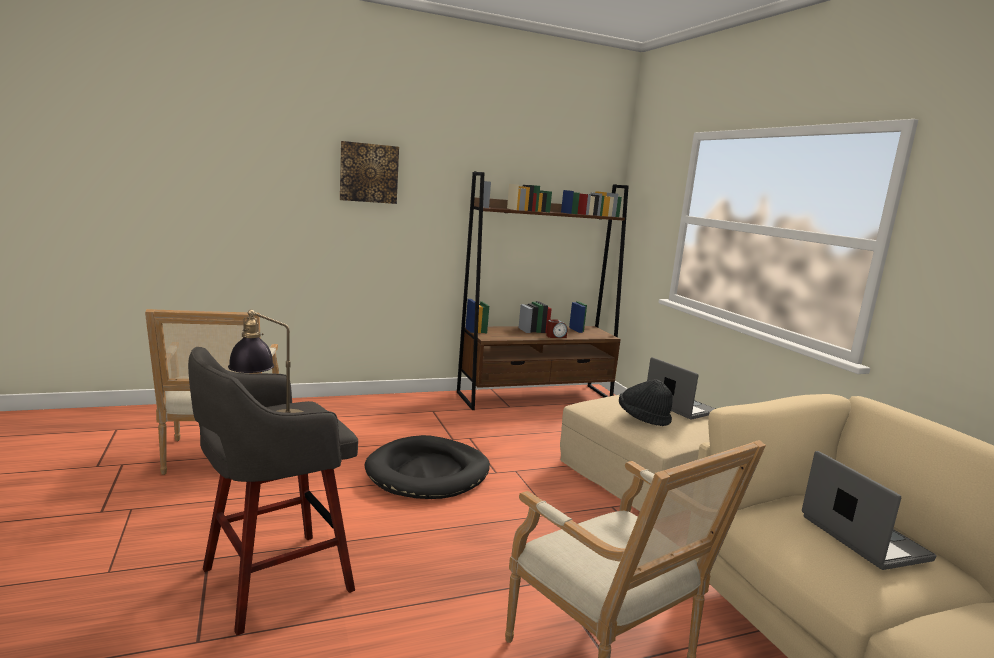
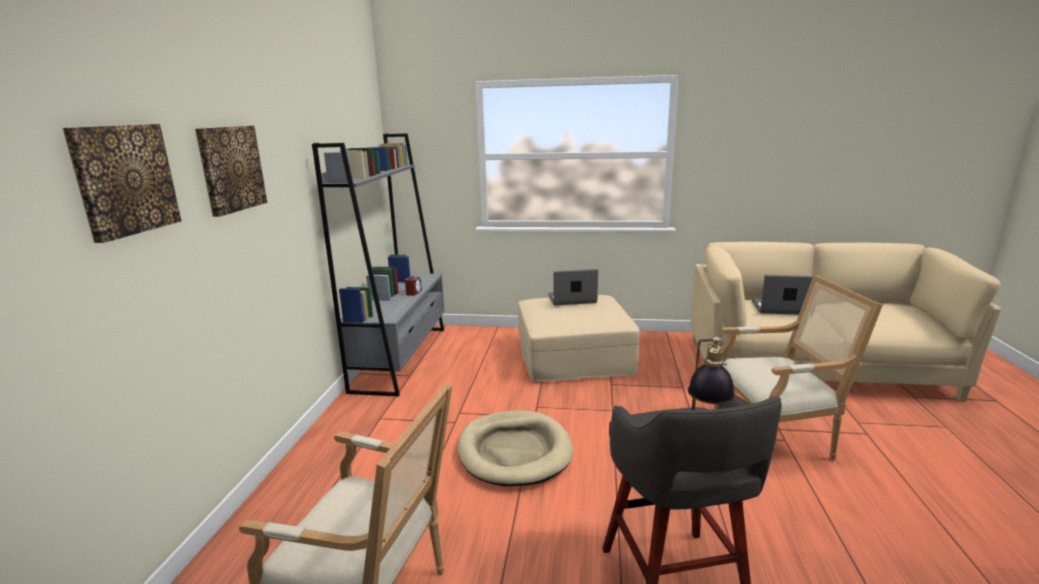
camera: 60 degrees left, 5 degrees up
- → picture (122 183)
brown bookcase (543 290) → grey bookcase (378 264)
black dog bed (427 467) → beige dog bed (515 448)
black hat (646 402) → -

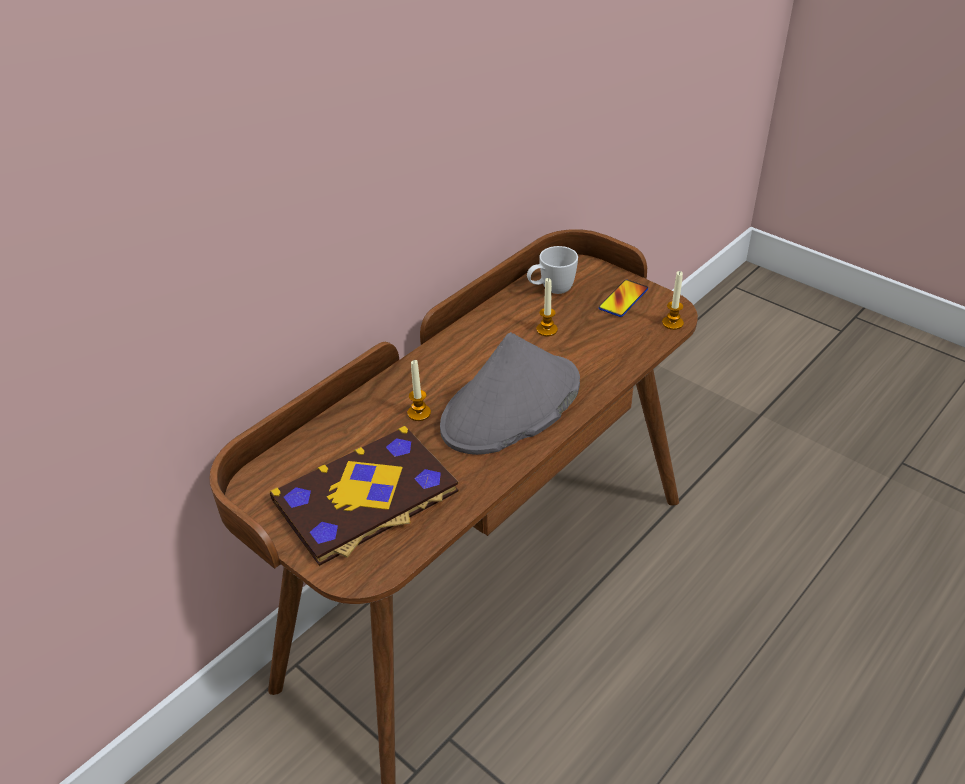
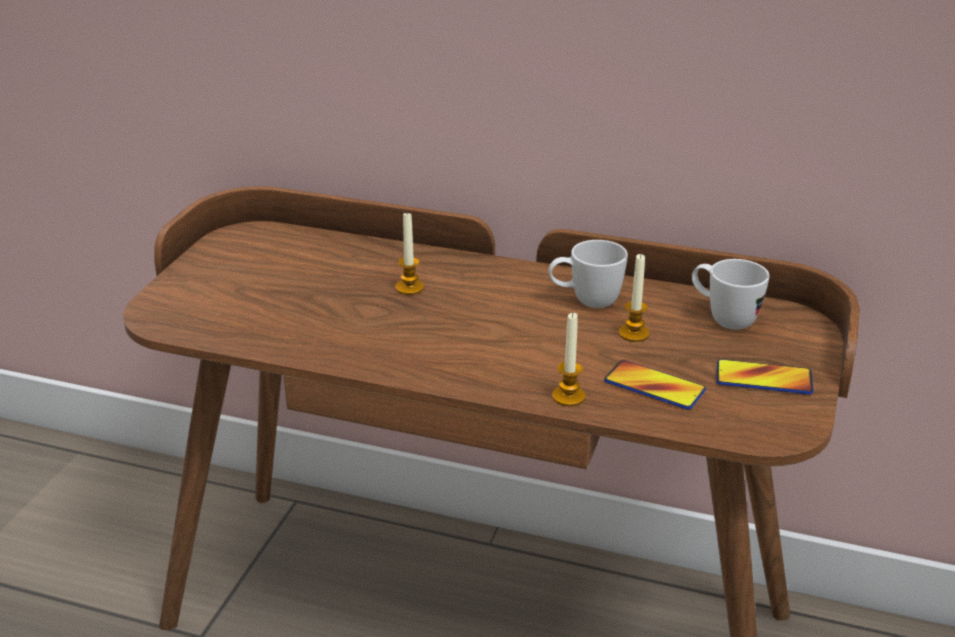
camera: 65 degrees right, 10 degrees down
- → white mug (588 274)
candle (673 300) → candle (568 359), move
- → phone (655 384)
book (364 496) → -
grey hat (510 393) → -

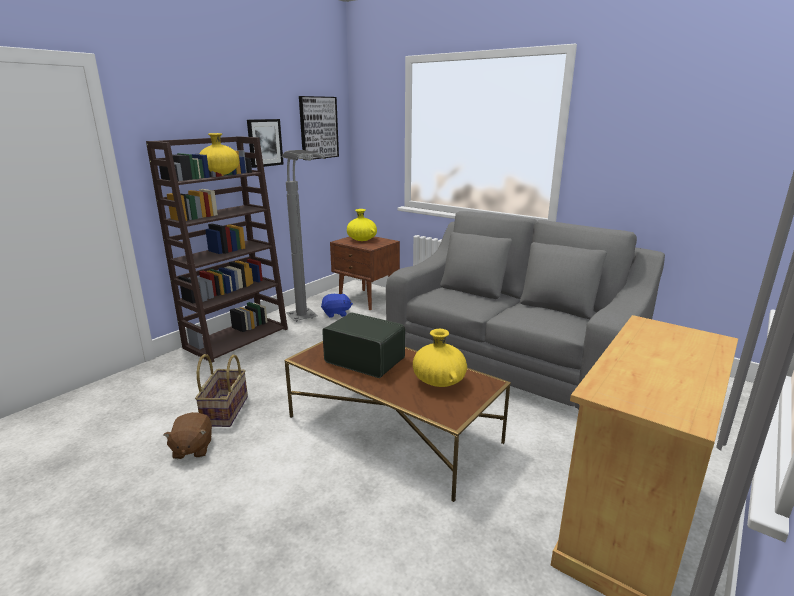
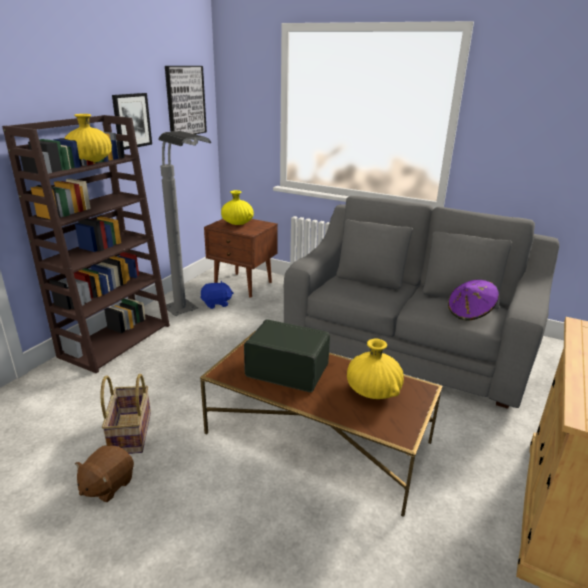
camera: 10 degrees left, 5 degrees up
brown plush toy (187 435) → brown plush toy (104 473), 45 degrees clockwise
- → purple hat (473 300)

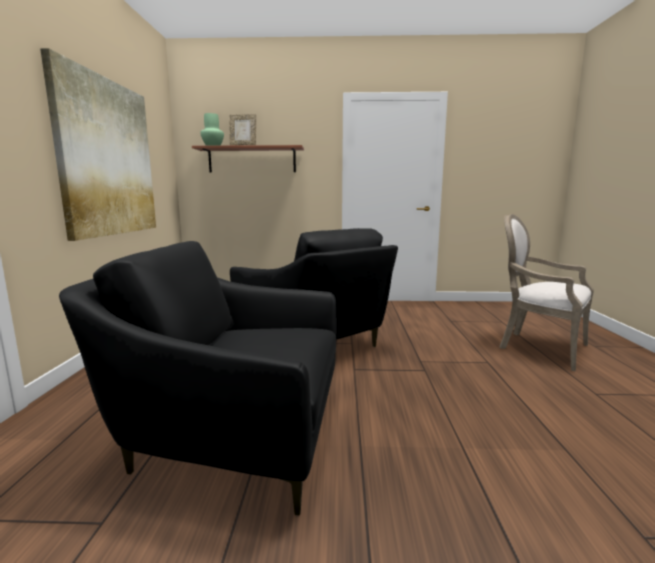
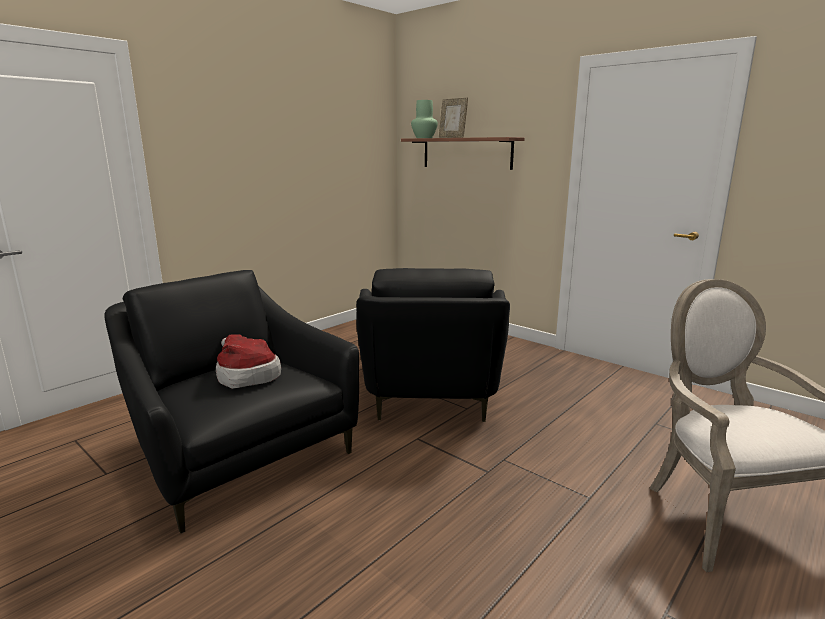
camera: 40 degrees right, 5 degrees up
- → hat (248 361)
picture (98 144) → -

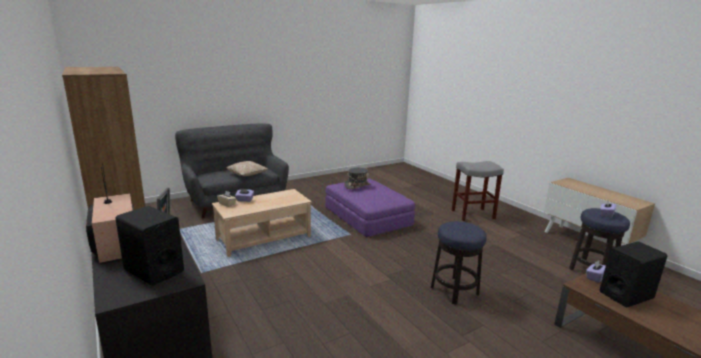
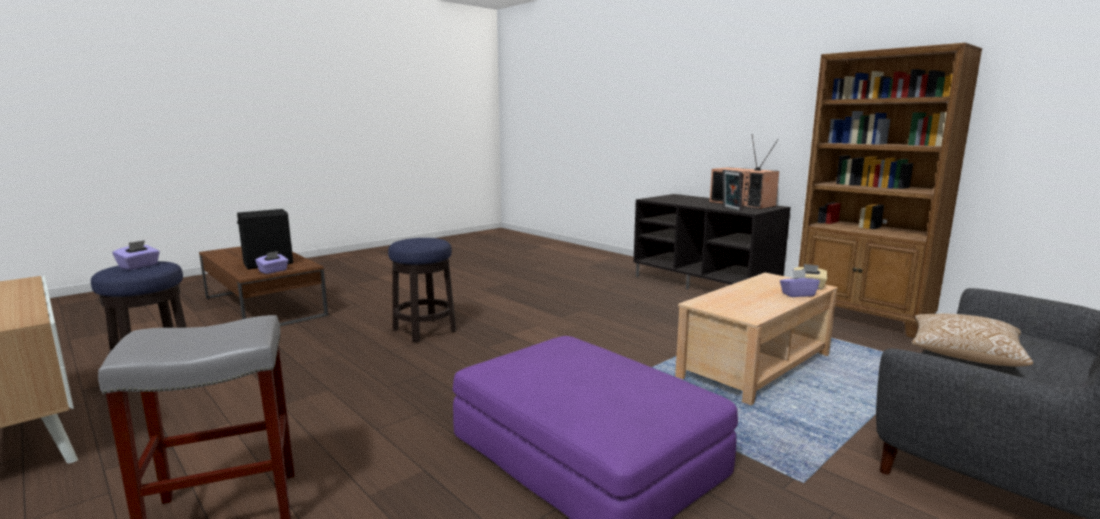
camera: 170 degrees right, 5 degrees down
black speaker (149 246) → -
grey hat (357 178) → -

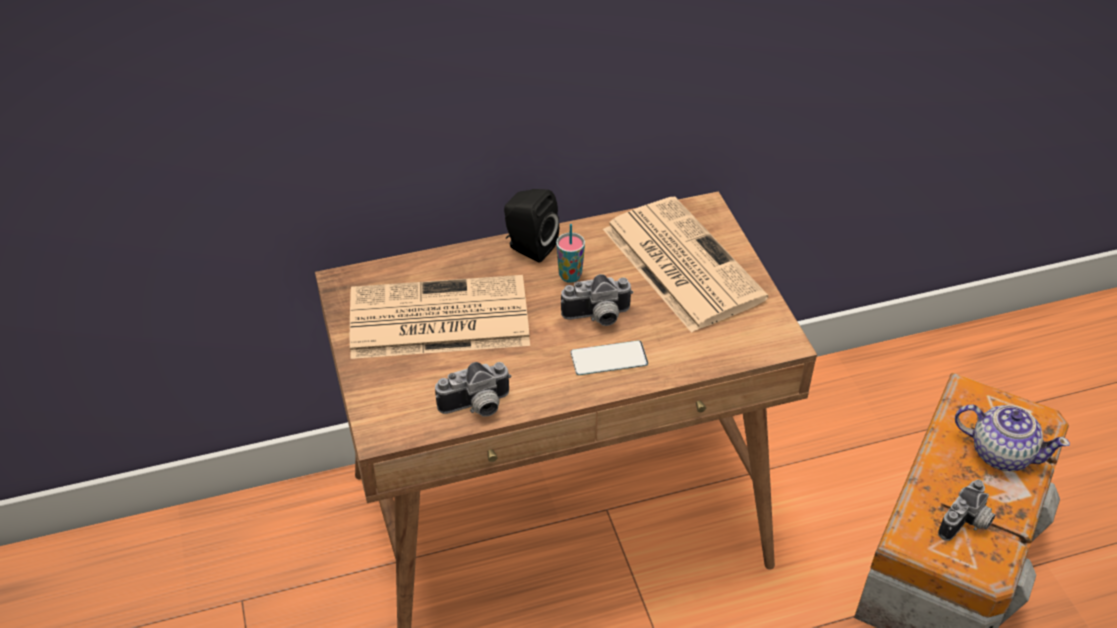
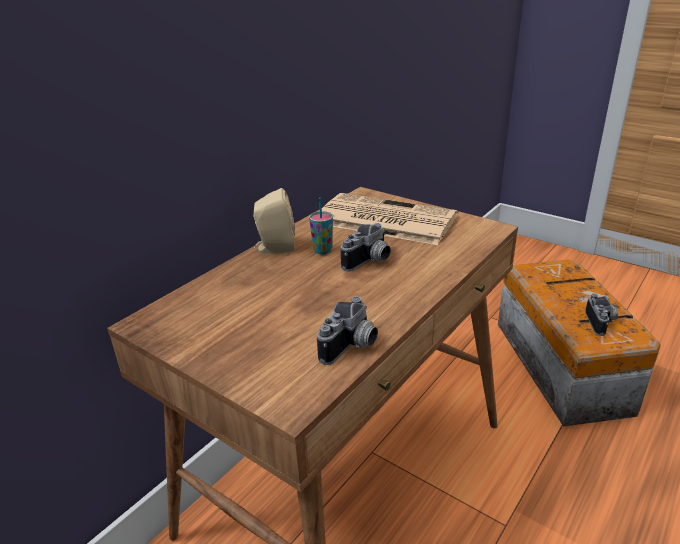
camera: 35 degrees left, 15 degrees down
black speaker (531 226) → beige speaker (274 220)
newspaper (440 317) → -
phone (609 357) → -
teapot (1012 437) → -

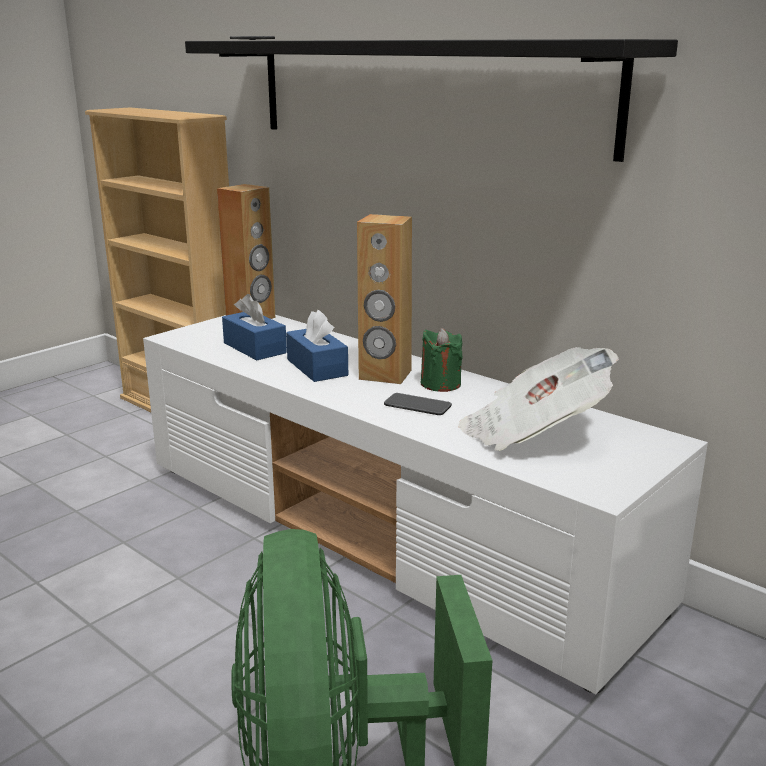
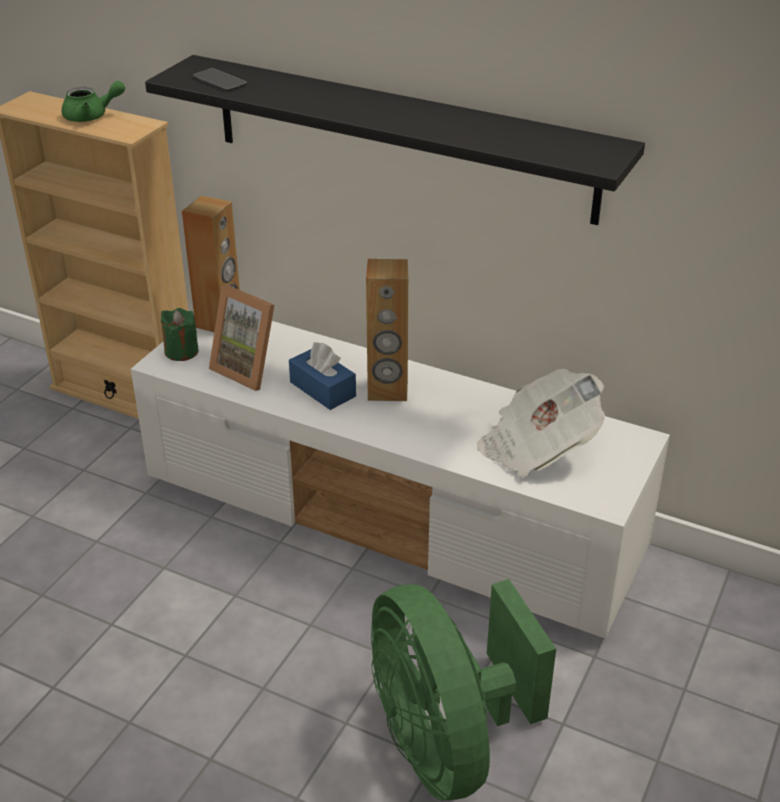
camera: 15 degrees left, 15 degrees up
- → green teapot (93 101)
green candle (441 360) → green candle (180 334), move
blue tissue box (254 327) → picture frame (241 337)
phone (418 404) → -

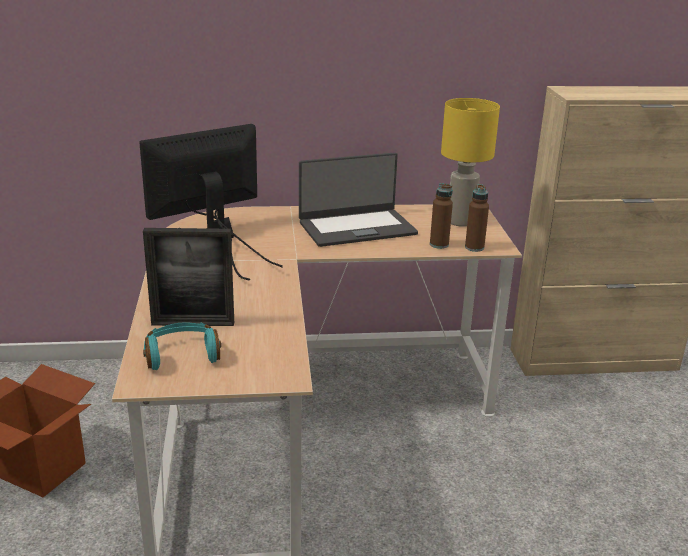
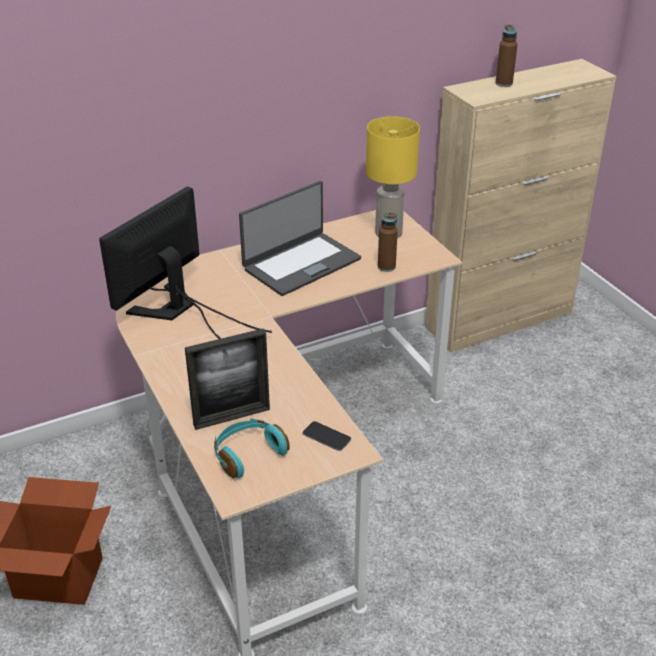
camera: 20 degrees left, 10 degrees up
- → phone (327 436)
brown bottle (477 218) → brown bottle (506 55), move

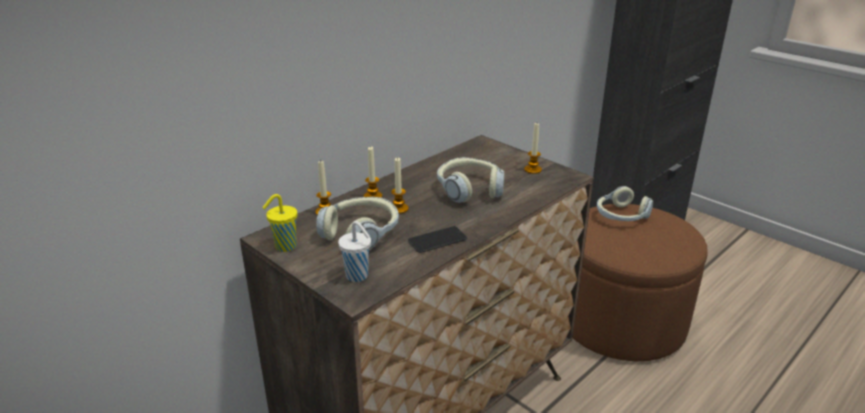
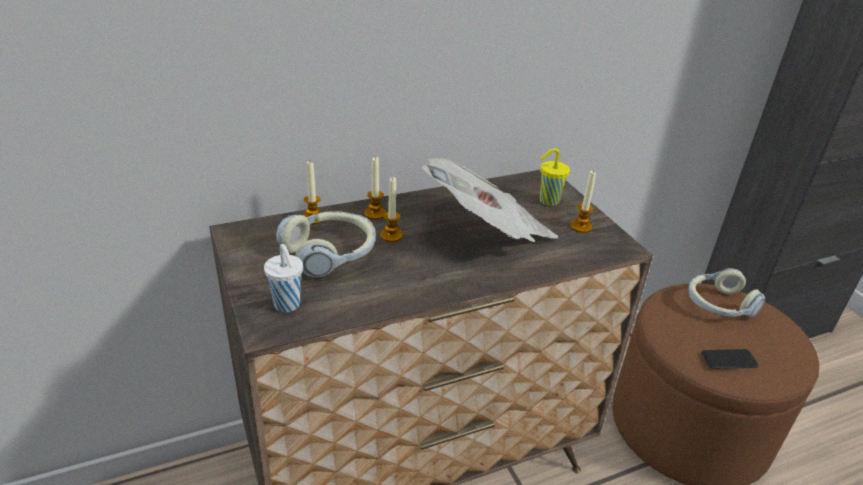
camera: 20 degrees right, 5 degrees up
headphones (471 180) → newspaper (489 200)
yellow cup (279 223) → yellow cup (555 177), move
phone (437 239) → phone (730 359), move

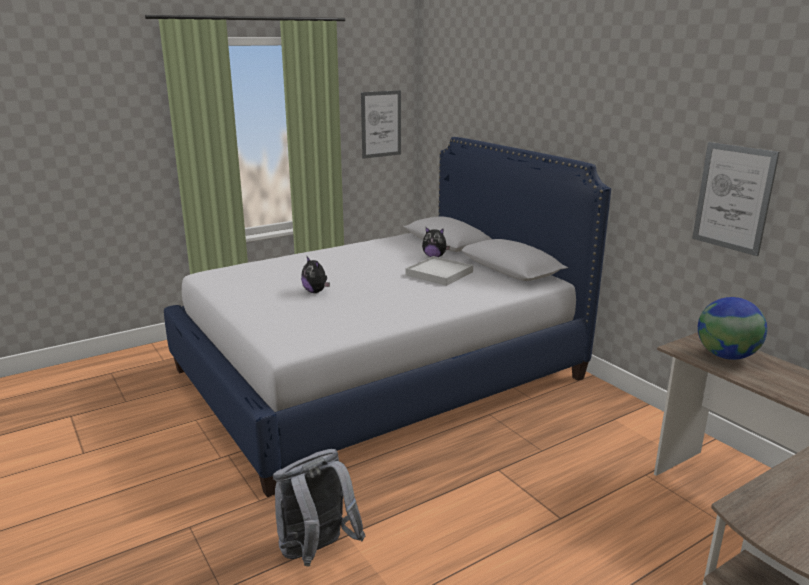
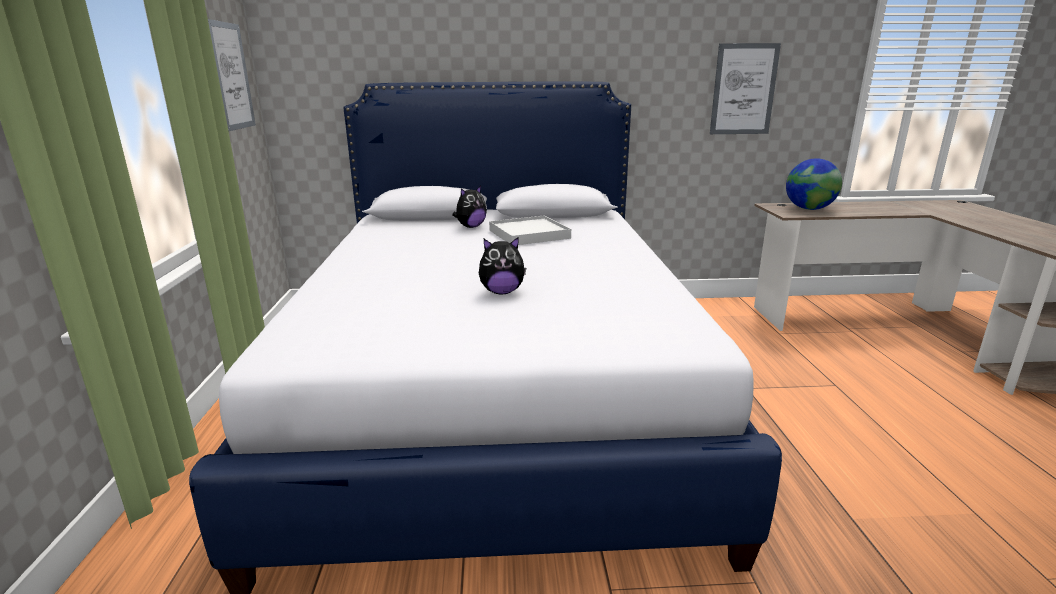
camera: 60 degrees left, 0 degrees up
grey backpack (319 507) → -

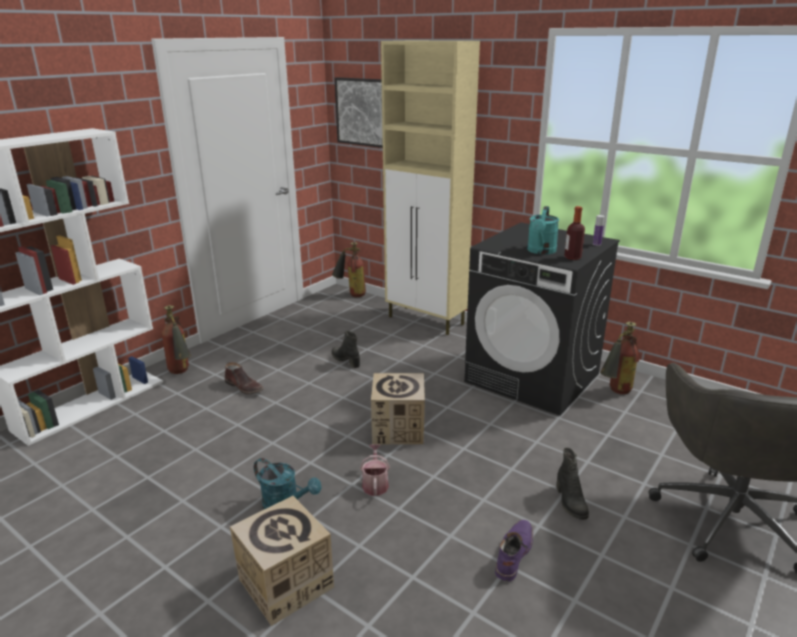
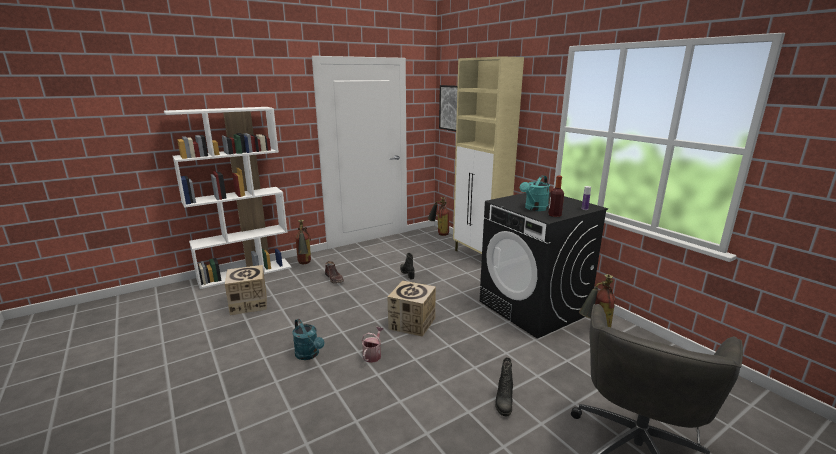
camera: 20 degrees right, 5 degrees down
cardboard box (282 561) → cardboard box (246 290), move
purple boot (514 551) → -

